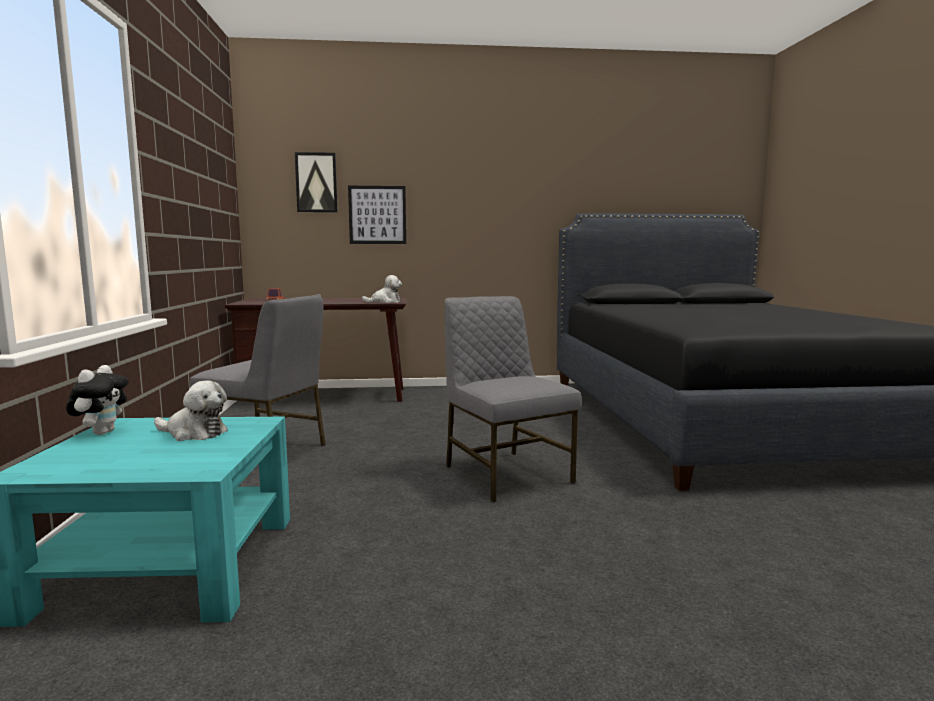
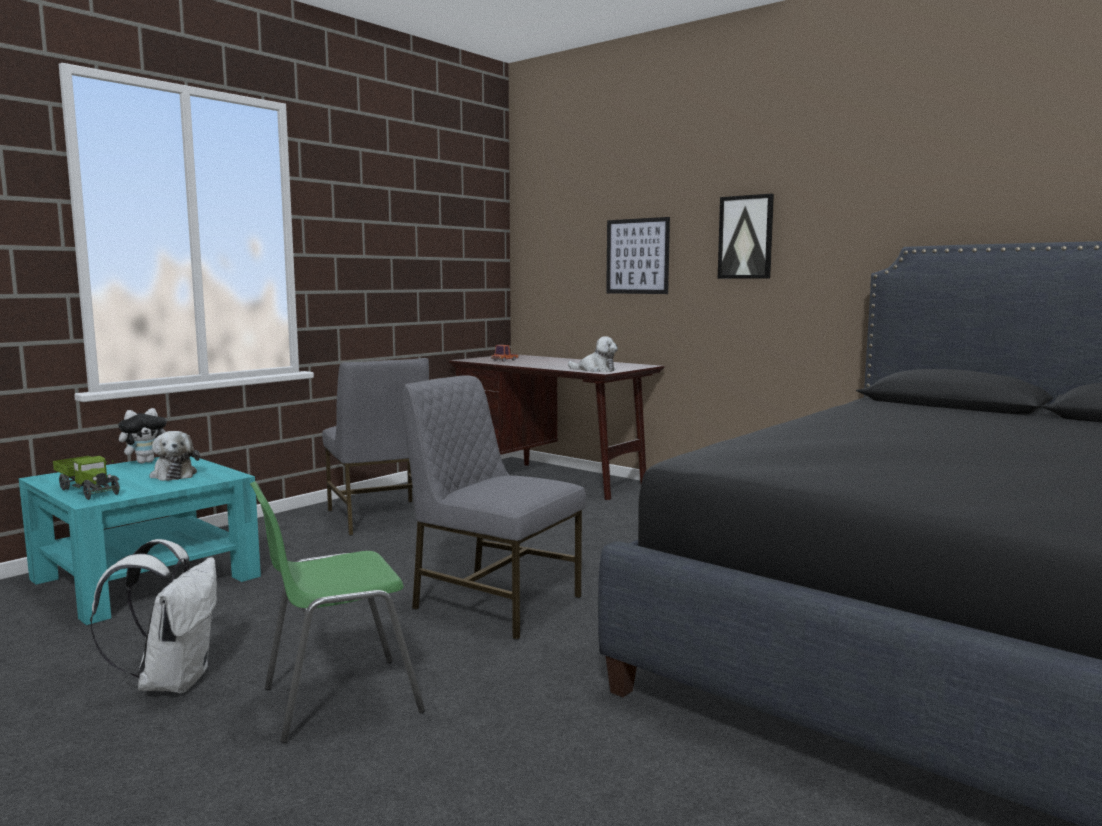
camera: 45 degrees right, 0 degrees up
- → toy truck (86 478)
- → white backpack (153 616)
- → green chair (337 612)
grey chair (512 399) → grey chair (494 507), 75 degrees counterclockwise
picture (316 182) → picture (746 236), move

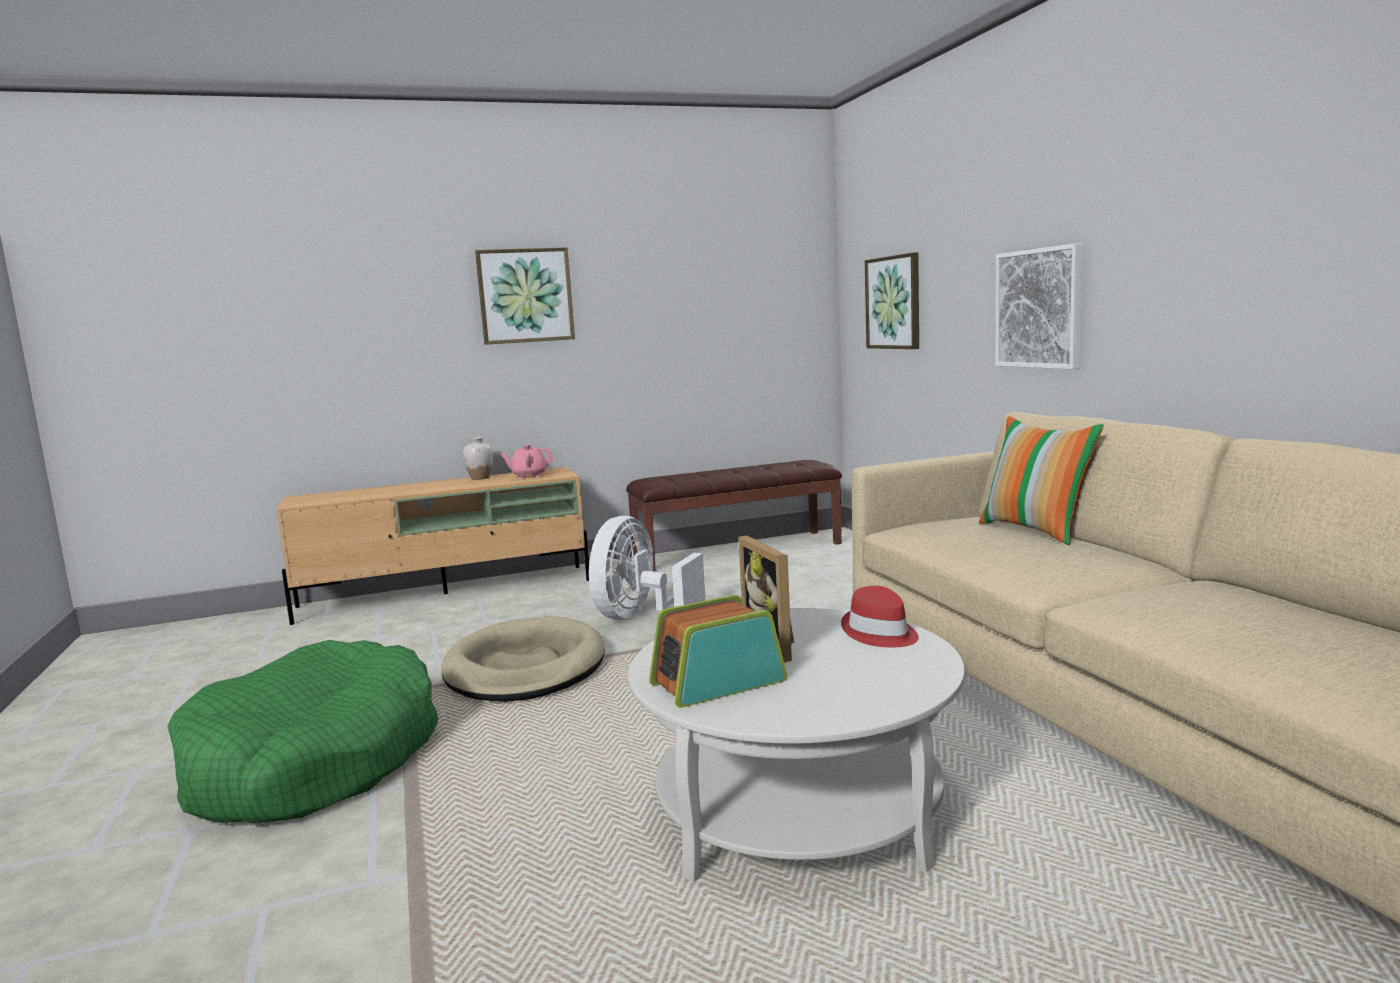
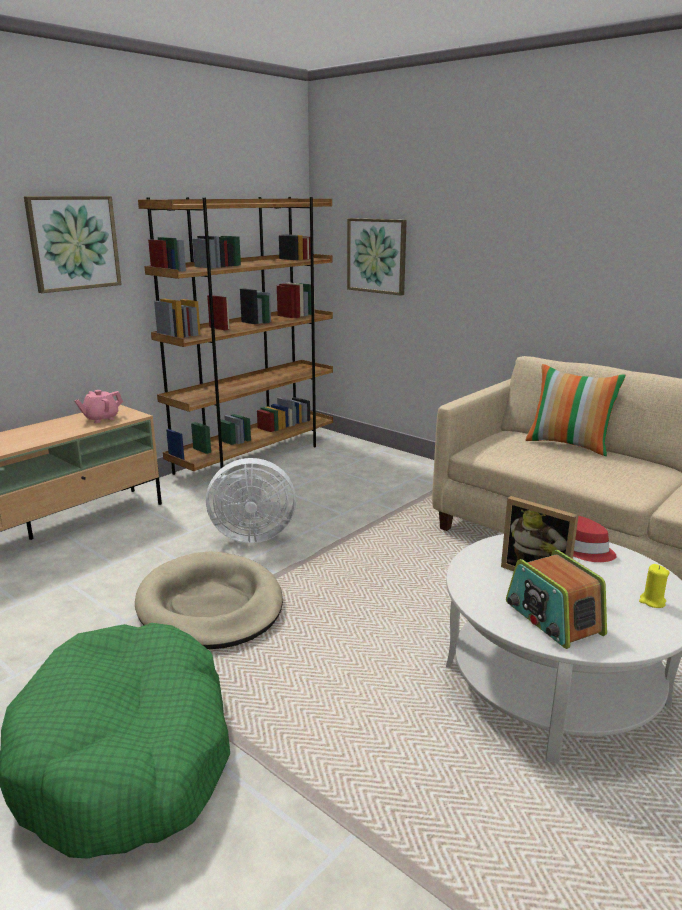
camera: 30 degrees left, 10 degrees up
brown bench (734 516) → brown bookcase (235 336)
white fan (647 568) → white fan (251 500), 90 degrees counterclockwise
radio (718 651) → radio (556 599), 60 degrees counterclockwise
- → yellow candle (654 586)
white vase (478 458) → -
picture (1038 306) → -

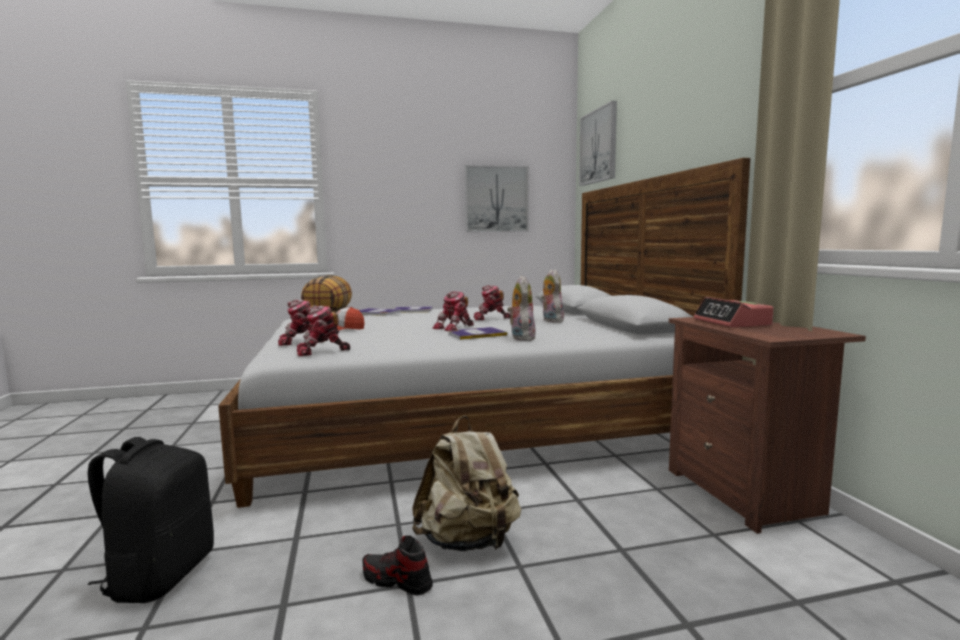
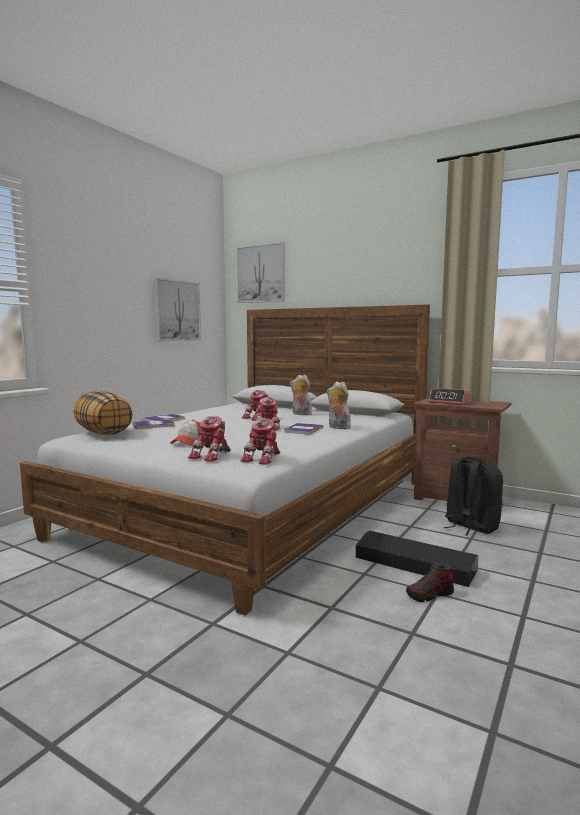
camera: 45 degrees left, 0 degrees up
beige backpack (466 483) → black storage box (417 559)
black backpack (151 520) → black backpack (473 496), move

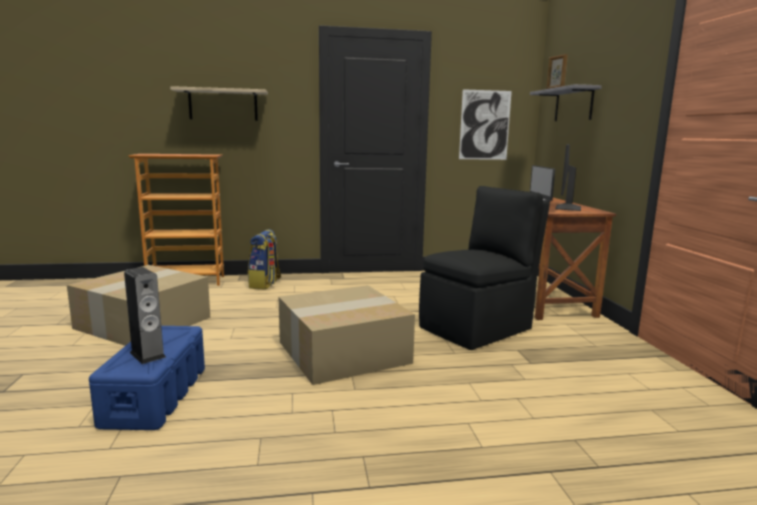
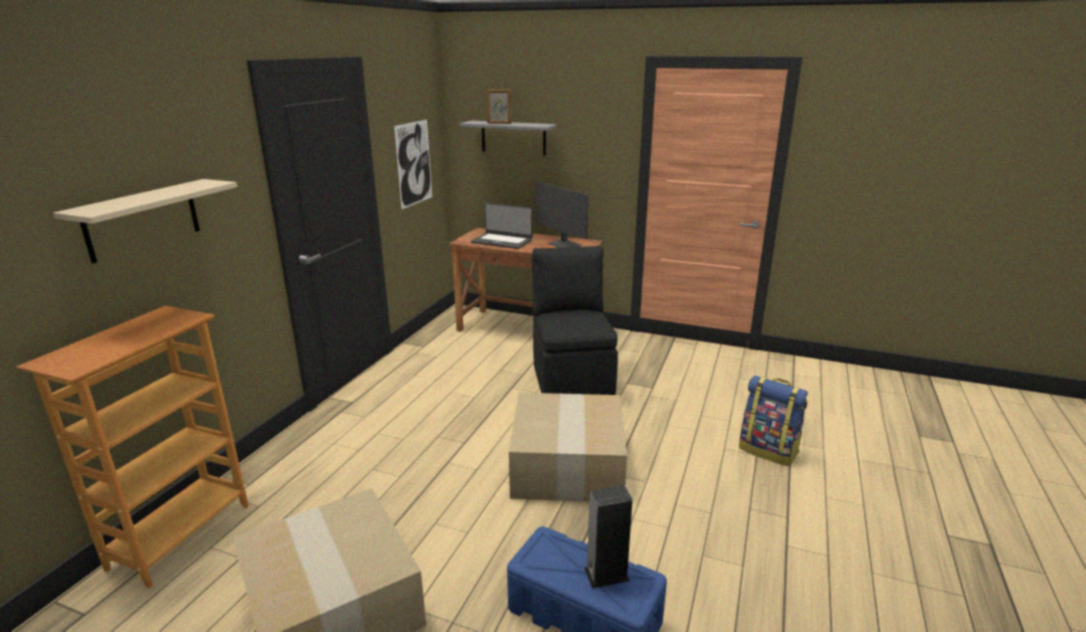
camera: 60 degrees left, 10 degrees up
backpack (264 259) → backpack (773 421), move

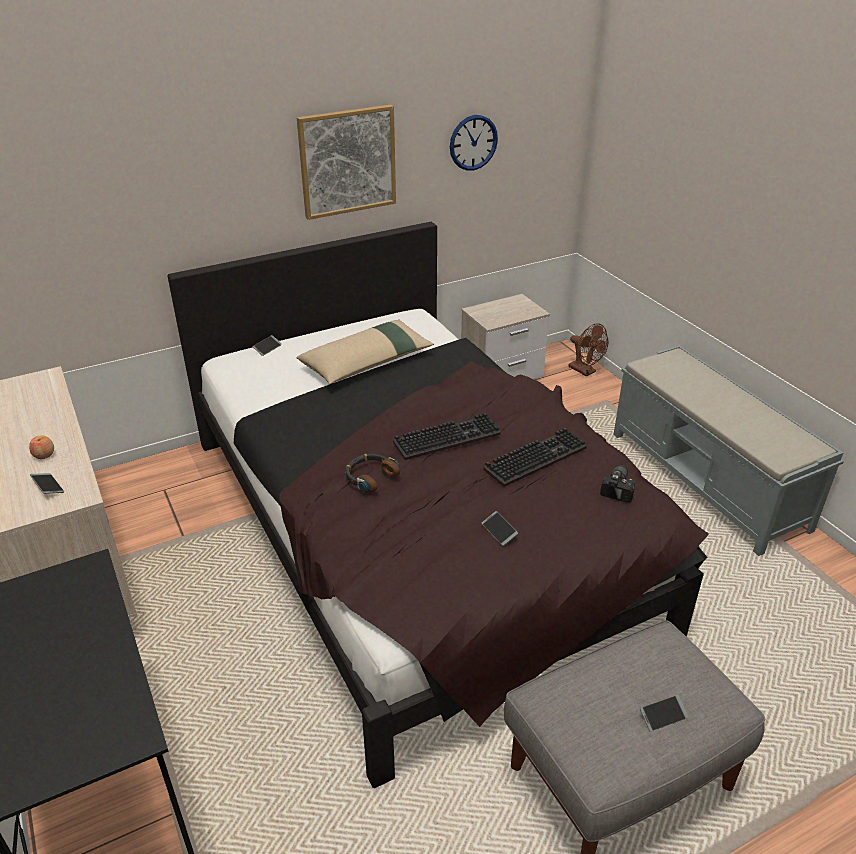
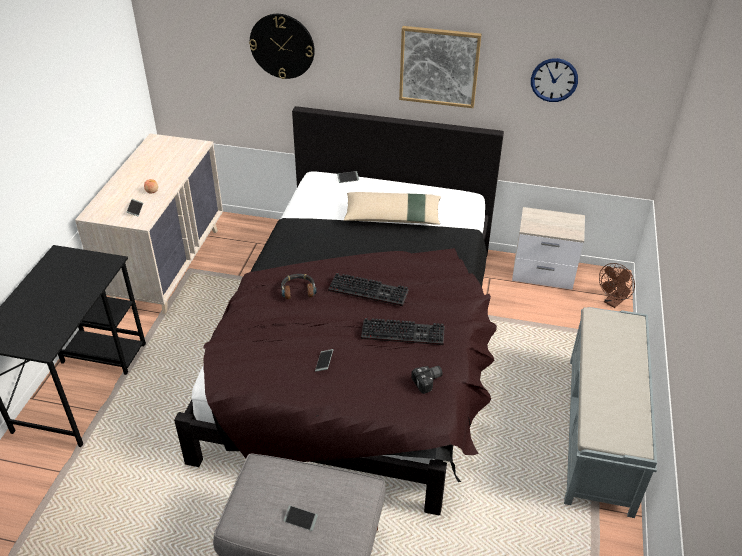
camera: 40 degrees right, 5 degrees up
- → wall clock (282 46)
brown fan (588 349) → brown fan (617 285), 45 degrees clockwise

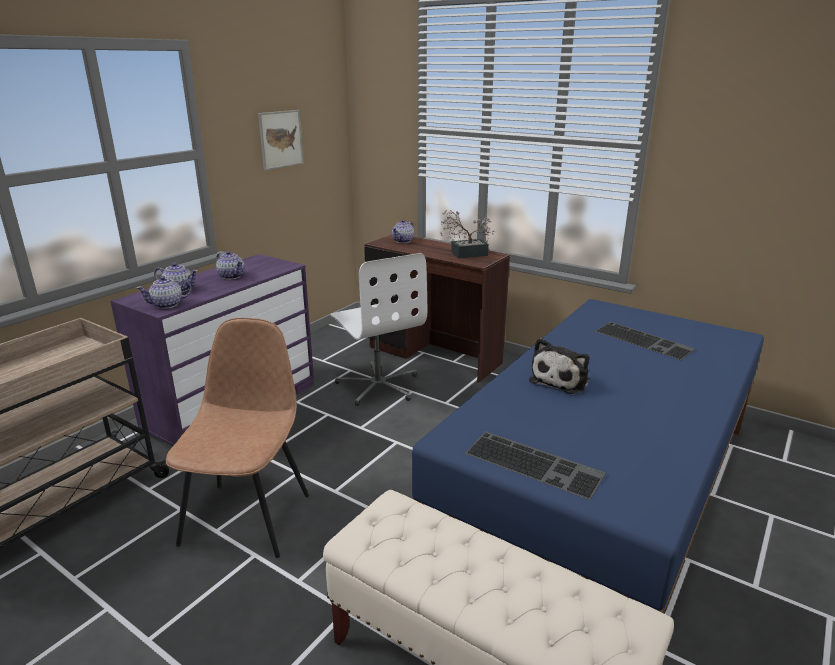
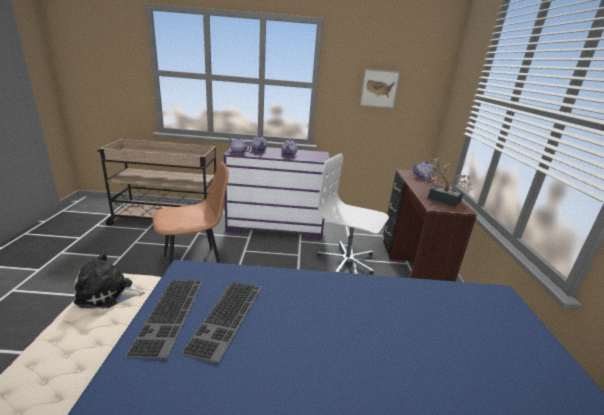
camera: 55 degrees right, 0 degrees up
plush toy (559 366) → plush toy (109 279), move
keyboard (645 341) → keyboard (221 322), move
white office chair (378 329) → white office chair (353 214), 90 degrees clockwise

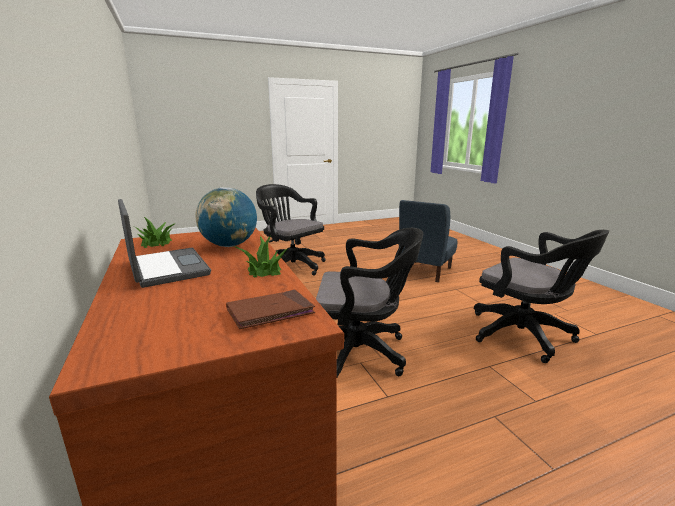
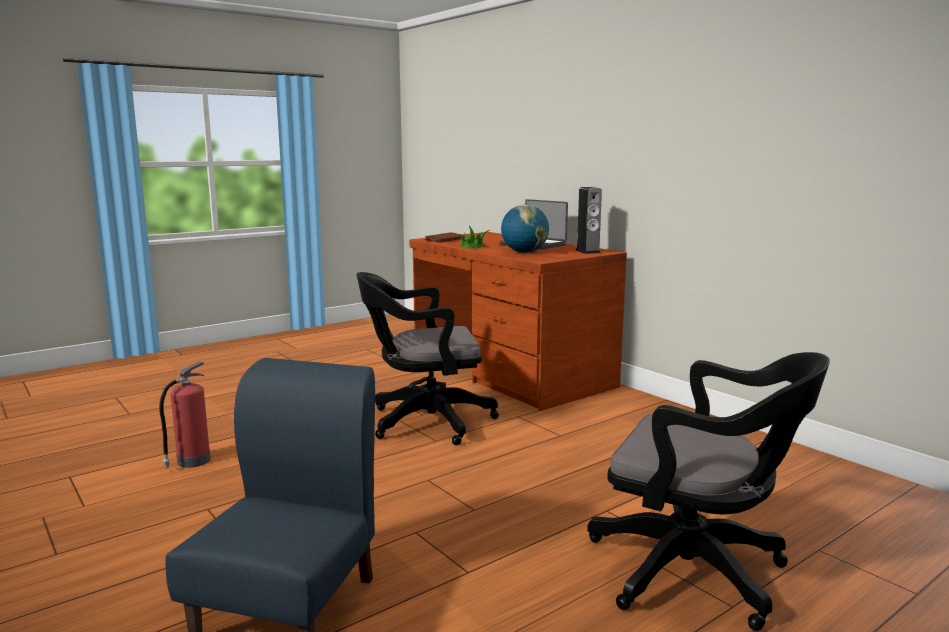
camera: 165 degrees right, 5 degrees down
black office chair (541 296) → fire extinguisher (185 414)
potted plant (155 232) → speaker (589 220)

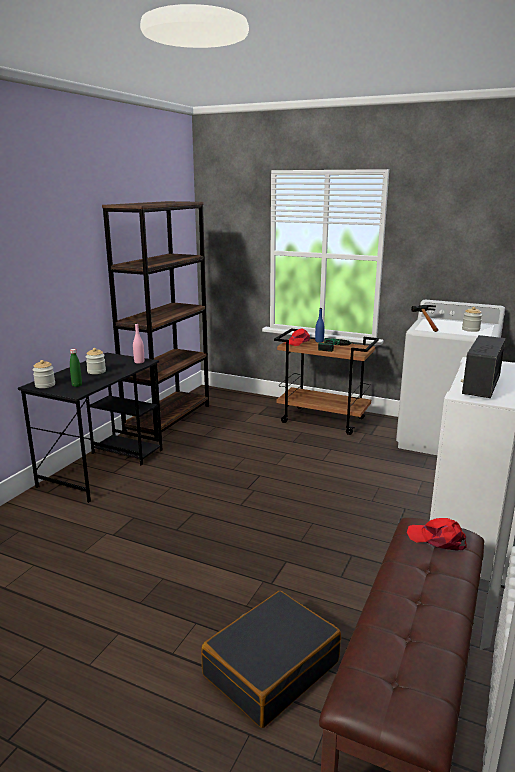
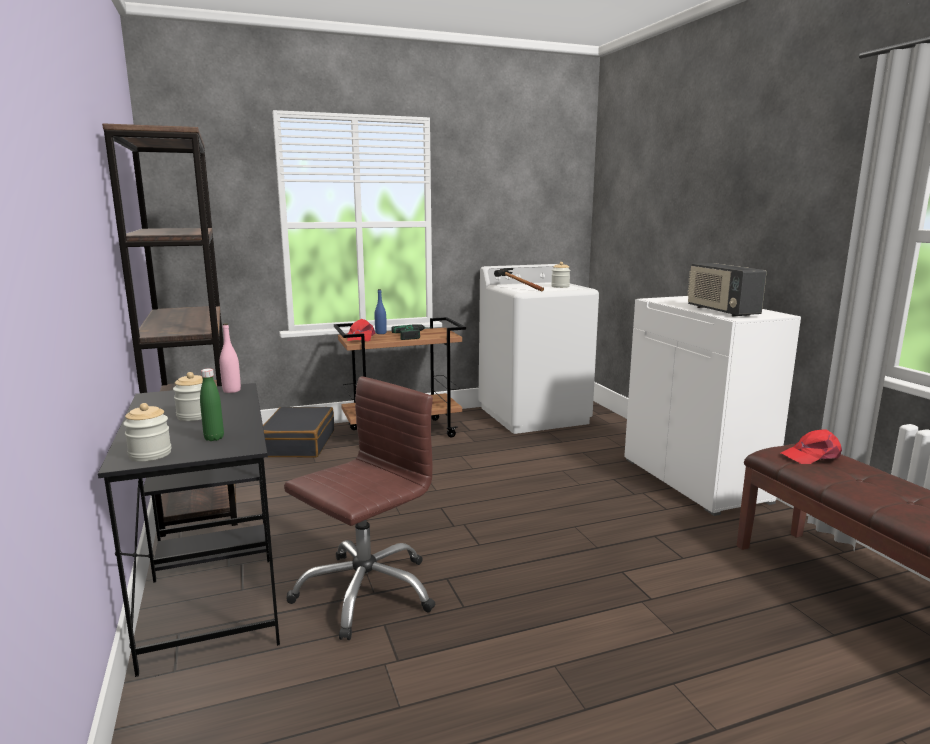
camera: 45 degrees left, 5 degrees down
black suitcase (271 659) → black suitcase (298 432), move
- → brown office chair (359 508)

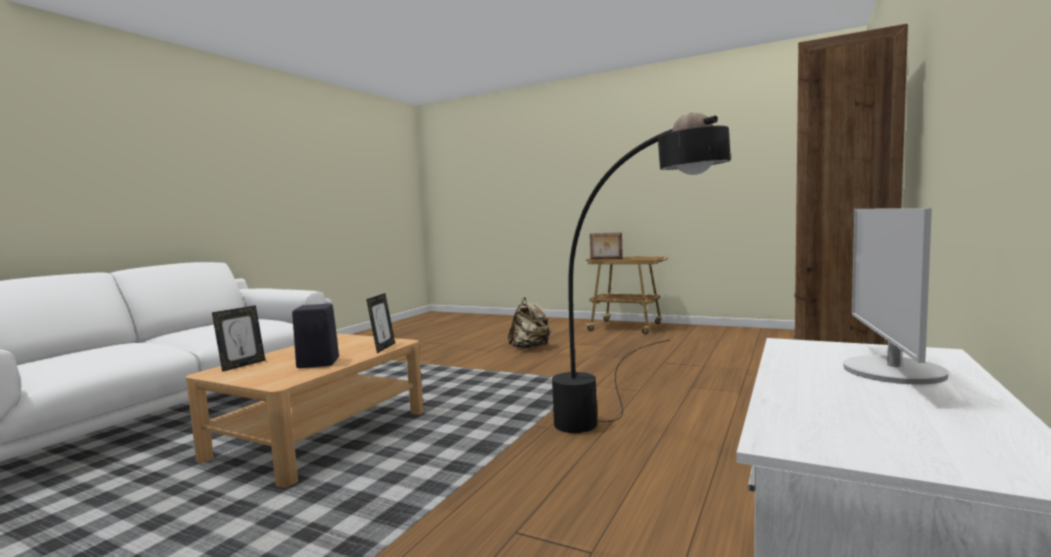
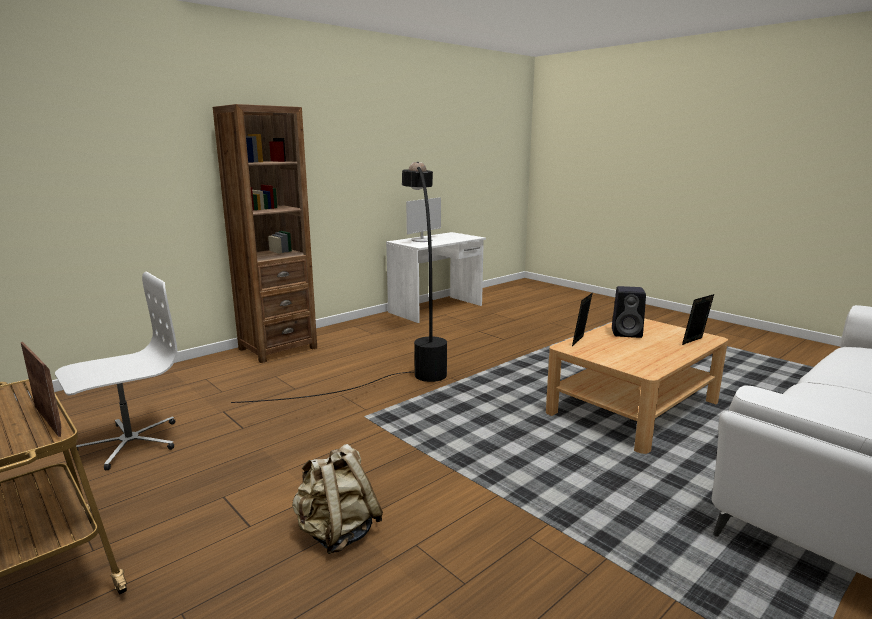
camera: 160 degrees left, 10 degrees up
- → white office chair (116 371)

